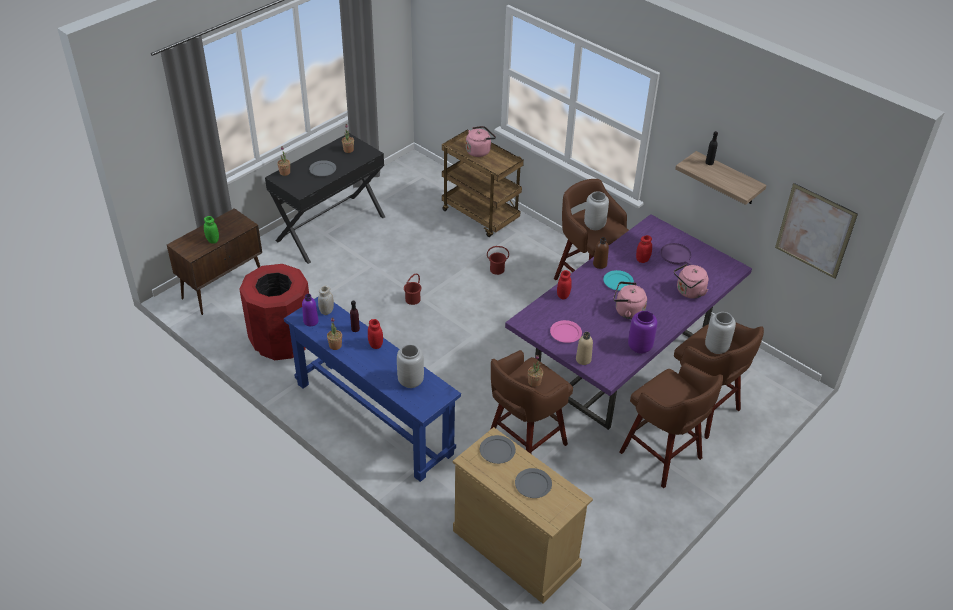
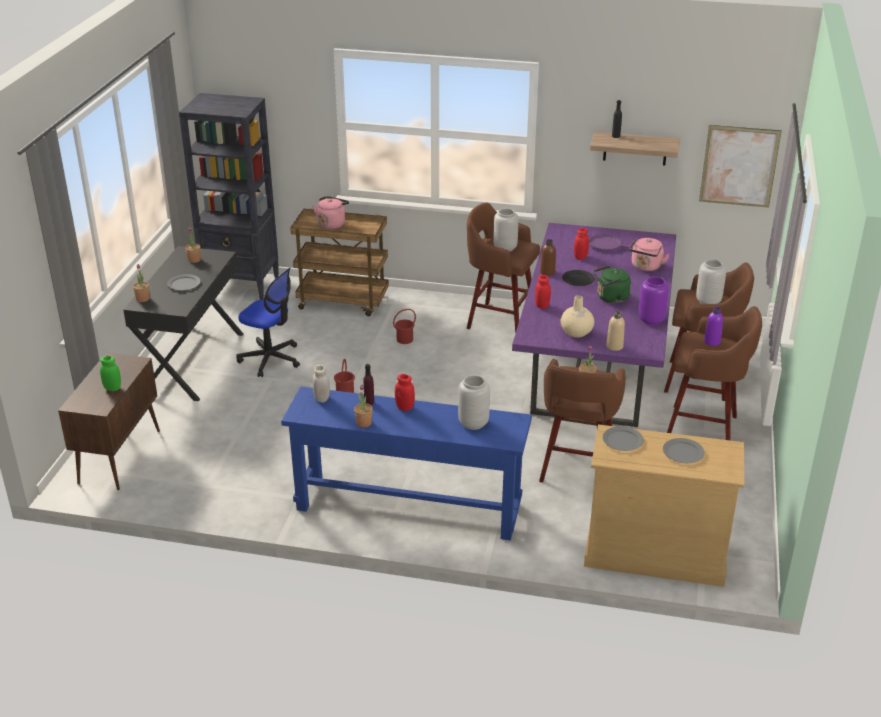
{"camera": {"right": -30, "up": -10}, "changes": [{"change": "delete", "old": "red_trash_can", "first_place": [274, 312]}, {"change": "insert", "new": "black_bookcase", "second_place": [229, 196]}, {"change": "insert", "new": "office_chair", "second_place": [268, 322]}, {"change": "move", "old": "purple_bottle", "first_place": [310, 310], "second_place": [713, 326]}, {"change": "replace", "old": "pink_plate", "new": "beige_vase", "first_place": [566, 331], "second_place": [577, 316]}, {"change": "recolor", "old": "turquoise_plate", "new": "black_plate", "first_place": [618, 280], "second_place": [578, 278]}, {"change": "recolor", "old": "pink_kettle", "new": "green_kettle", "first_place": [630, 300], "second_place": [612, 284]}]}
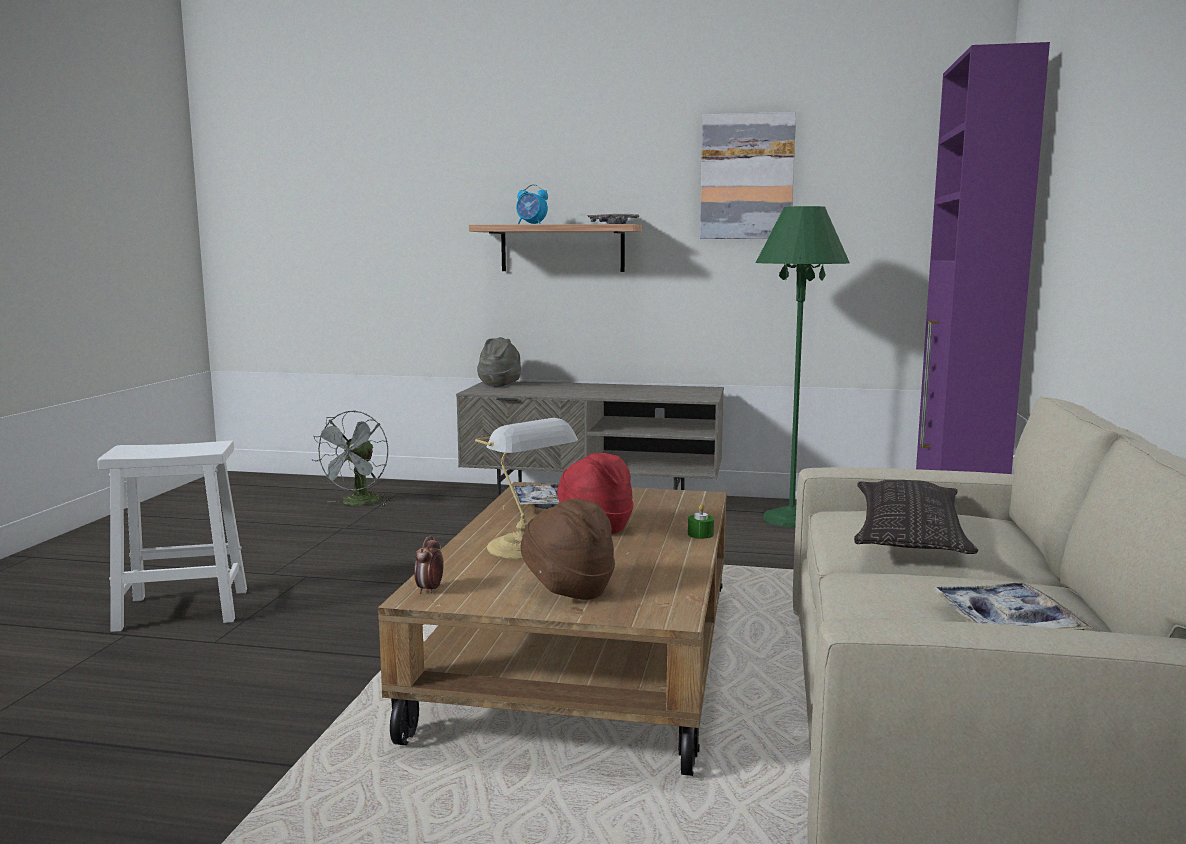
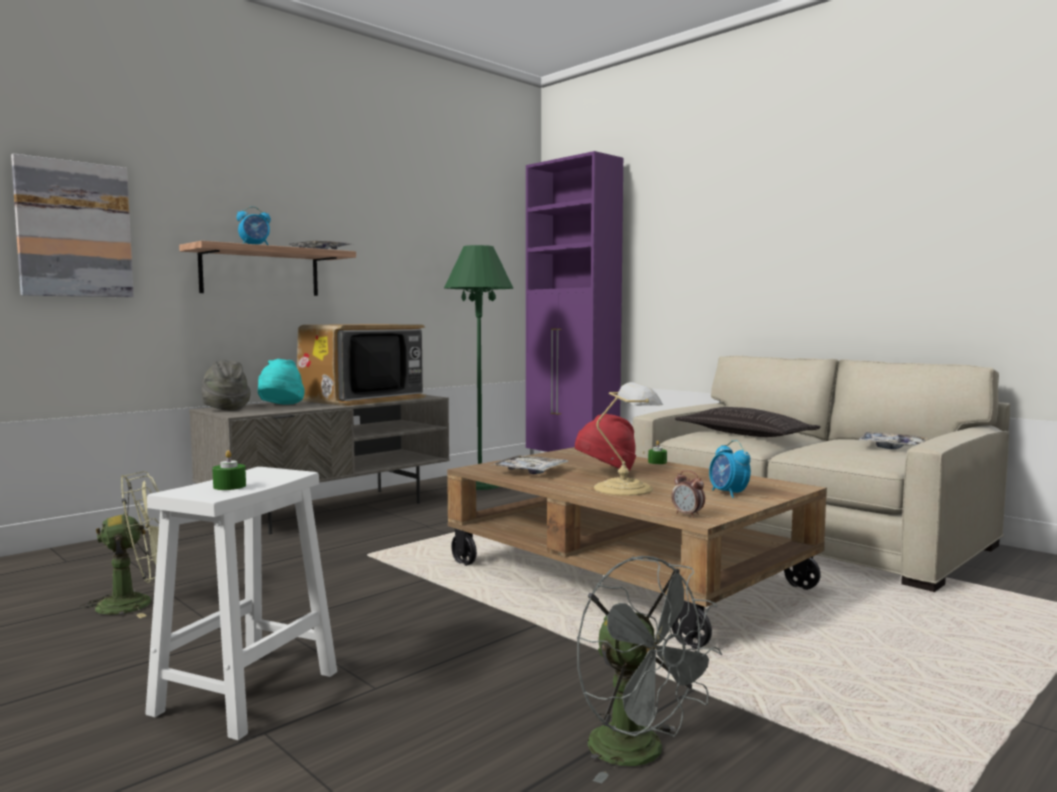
{"camera": {"right": -55, "up": -5}, "changes": [{"change": "insert", "new": "green_fan", "second_place": [119, 544]}, {"change": "insert", "new": "green_candle", "second_place": [229, 470]}, {"change": "insert", "new": "turquoise_hat", "second_place": [281, 381]}, {"change": "insert", "new": "television", "second_place": [361, 365]}, {"change": "move", "old": "grey_fan", "first_place": [351, 457], "second_place": [649, 669]}, {"change": "move", "old": "picture", "first_place": [748, 175], "second_place": [72, 225]}, {"change": "replace", "old": "brown_hat", "new": "alarm_clock", "first_place": [567, 549], "second_place": [730, 469]}]}
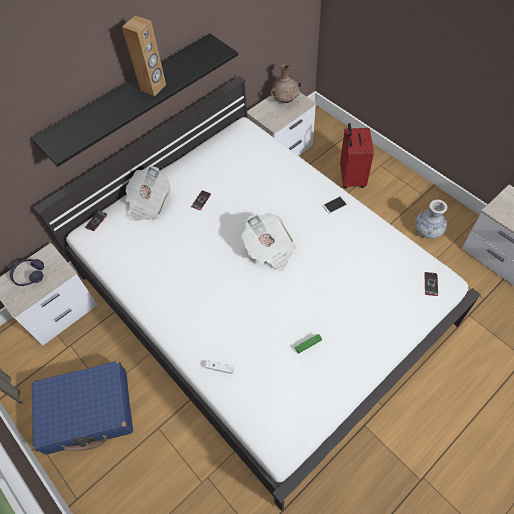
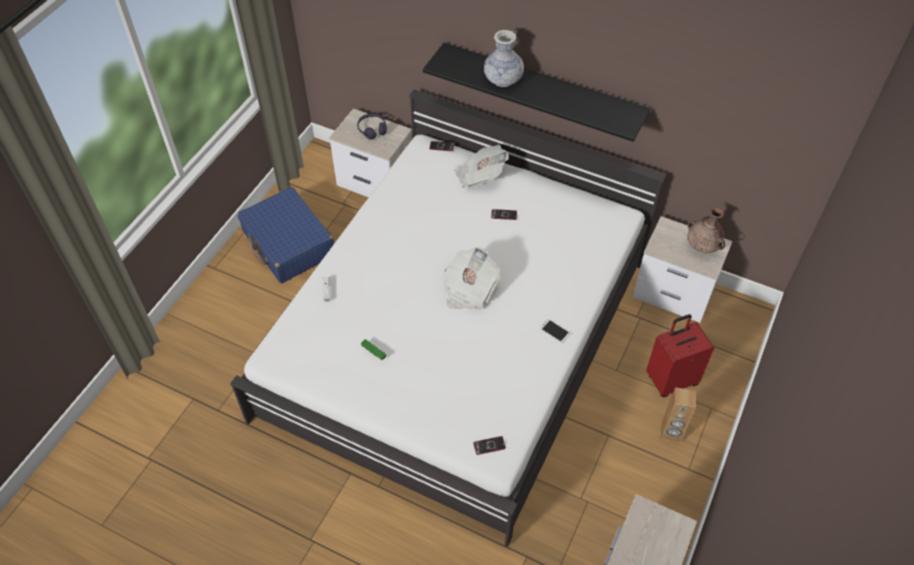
{"camera": {"right": 65, "up": -5}, "changes": [{"change": "move", "old": "brown_speaker", "first_place": [144, 56], "second_place": [678, 415]}, {"change": "move", "old": "vase", "first_place": [431, 219], "second_place": [504, 58]}]}
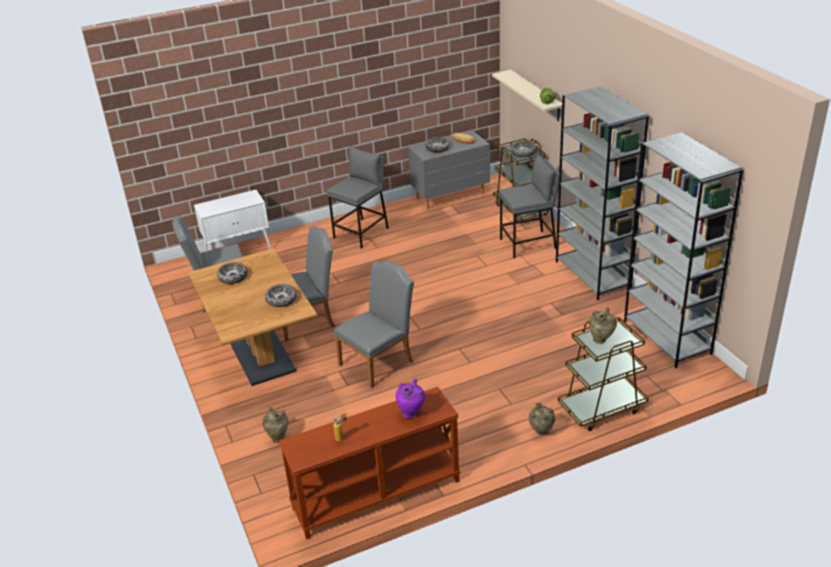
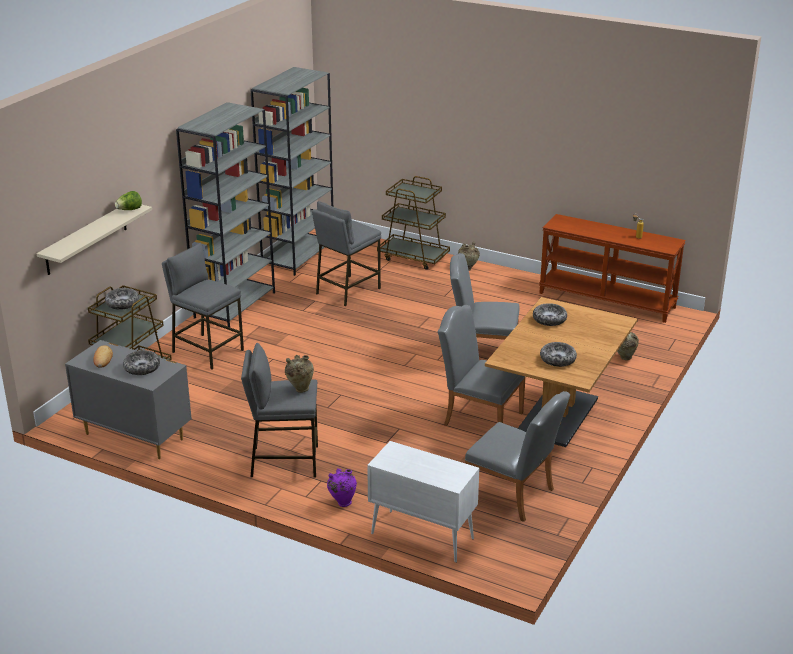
{"camera": {"right": -130, "up": -5}, "changes": [{"change": "insert", "new": "grey_stool", "second_place": [346, 253]}, {"change": "move", "old": "purple_vase", "first_place": [410, 398], "second_place": [342, 487]}, {"change": "move", "old": "beige_vase", "first_place": [603, 325], "second_place": [299, 374]}]}
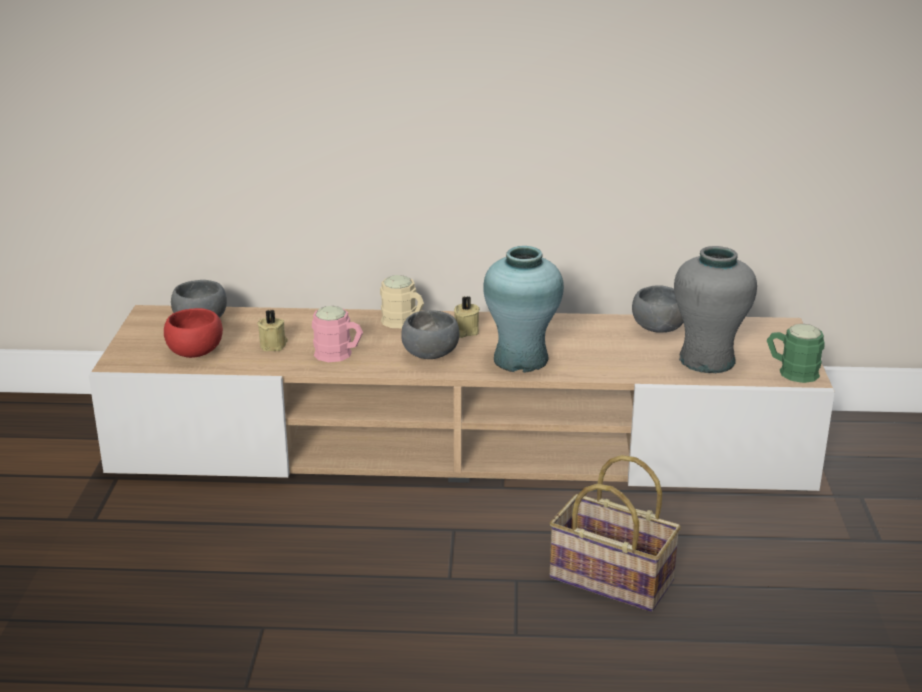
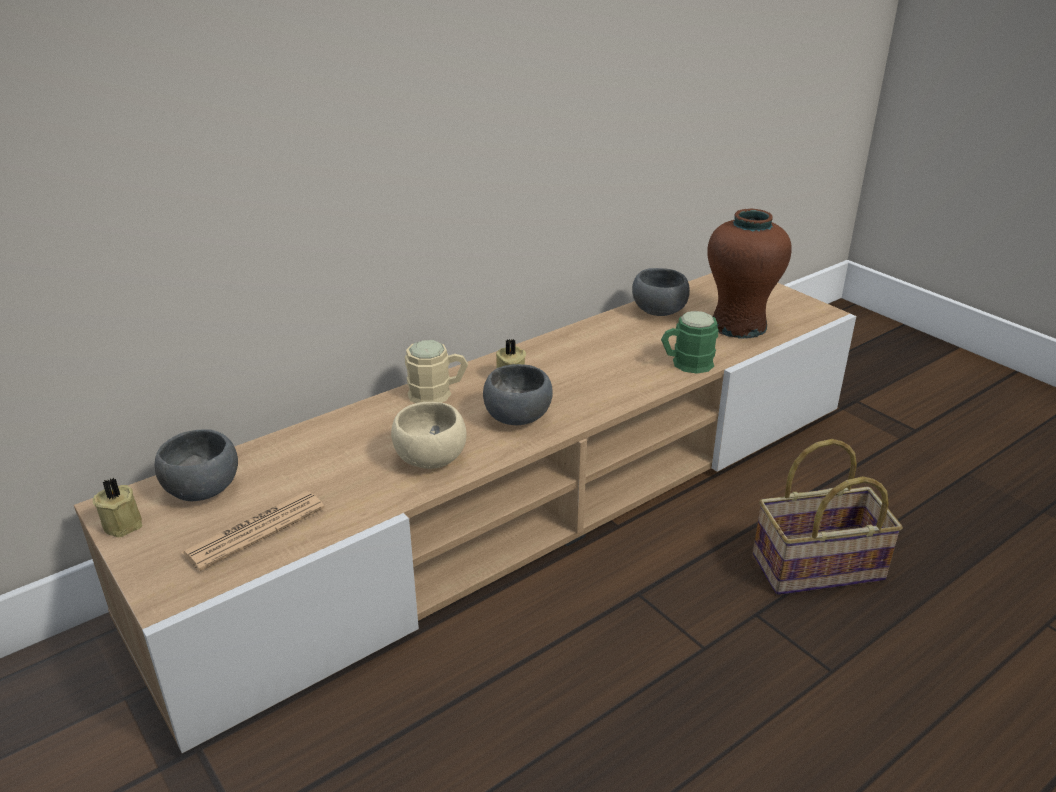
{"camera": {"right": -40, "up": 5}, "changes": [{"change": "delete", "old": "turquoise_vase", "first_place": [523, 309]}, {"change": "move", "old": "beige_candle", "first_place": [272, 330], "second_place": [118, 507]}, {"change": "move", "old": "green_mug", "first_place": [796, 353], "second_place": [689, 342]}, {"change": "replace", "old": "red_bowl", "new": "newspaper", "first_place": [193, 333], "second_place": [253, 531]}, {"change": "replace", "old": "pink_mug", "new": "beige_bowl", "first_place": [337, 334], "second_place": [429, 435]}, {"change": "recolor", "old": "grey_vase", "new": "brown_vase", "first_place": [715, 309], "second_place": [749, 274]}]}
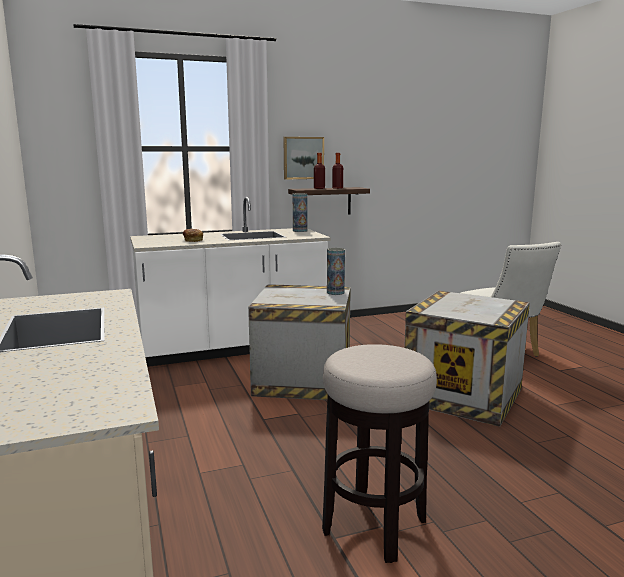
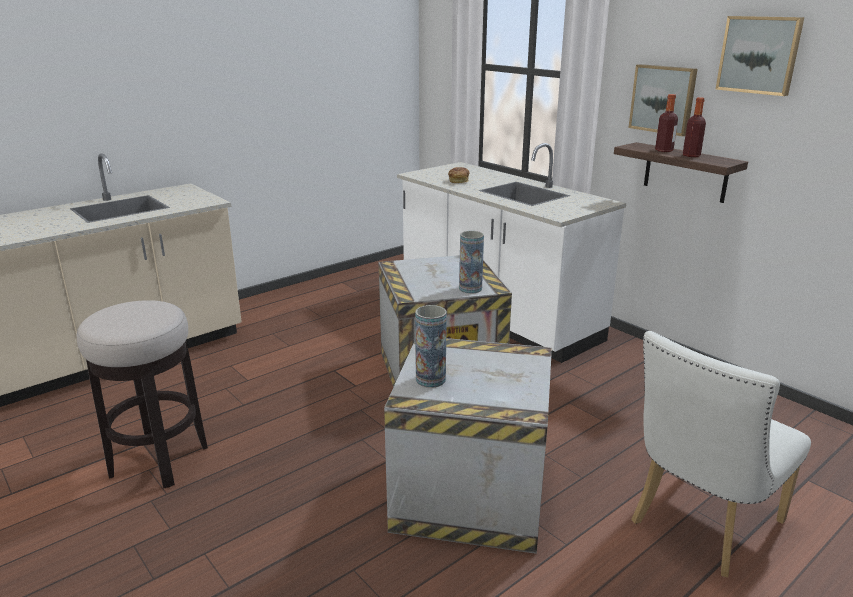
{"camera": {"right": 70, "up": 10}, "changes": [{"change": "insert", "new": "picture", "second_place": [759, 56]}, {"change": "move", "old": "vase", "first_place": [300, 212], "second_place": [431, 346]}]}
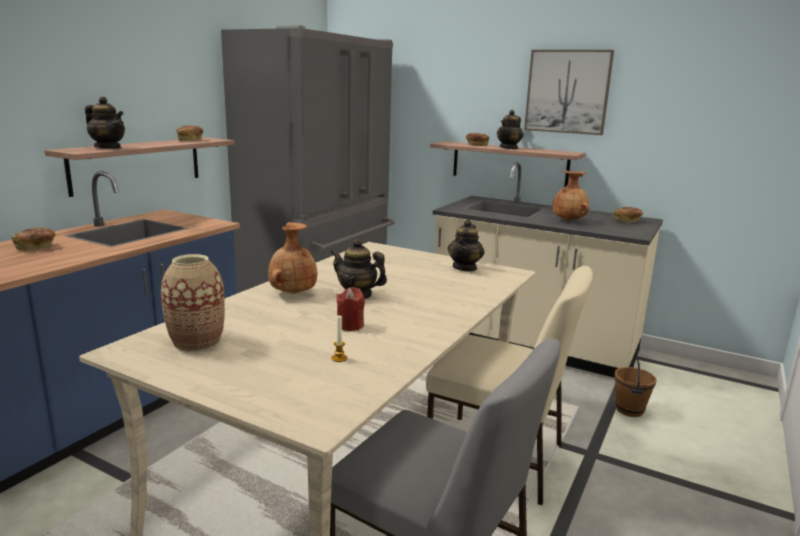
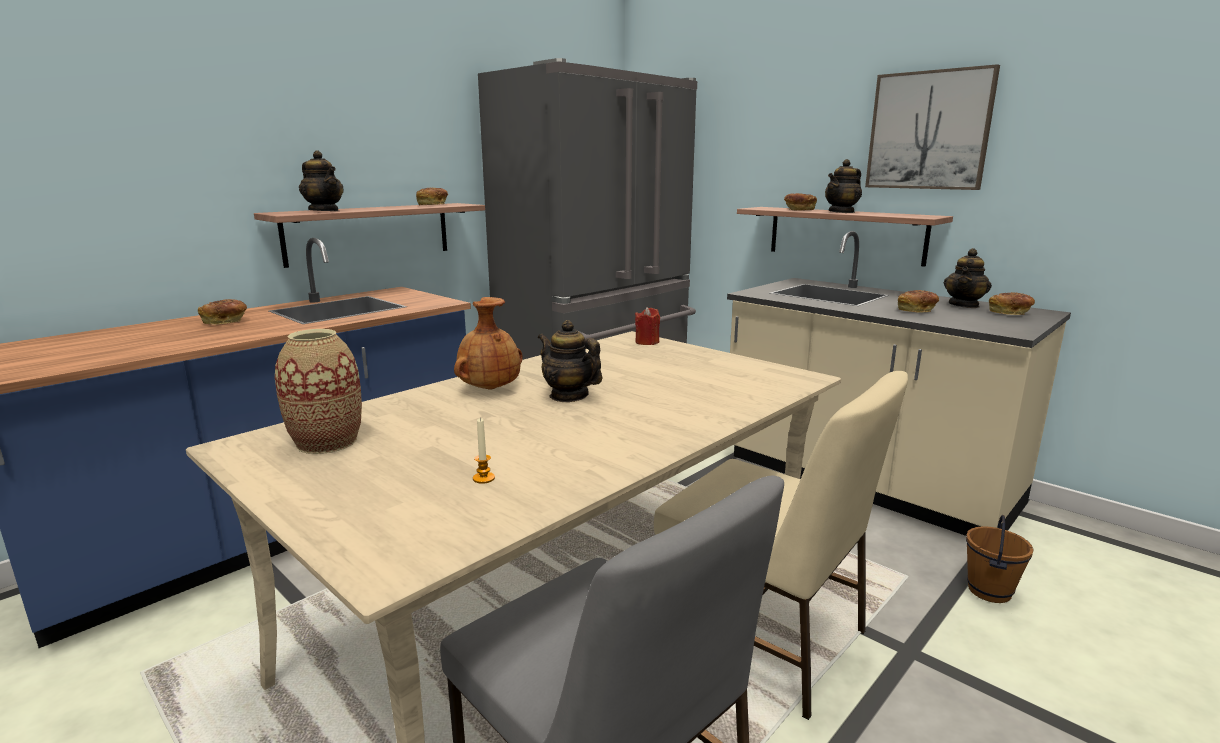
{"camera": {"right": 15, "up": 0}, "changes": [{"change": "move", "old": "red_candle", "first_place": [350, 309], "second_place": [647, 326]}, {"change": "move", "old": "teapot", "first_place": [466, 245], "second_place": [968, 278]}, {"change": "replace", "old": "brown_vase", "new": "bread", "first_place": [571, 196], "second_place": [918, 301]}]}
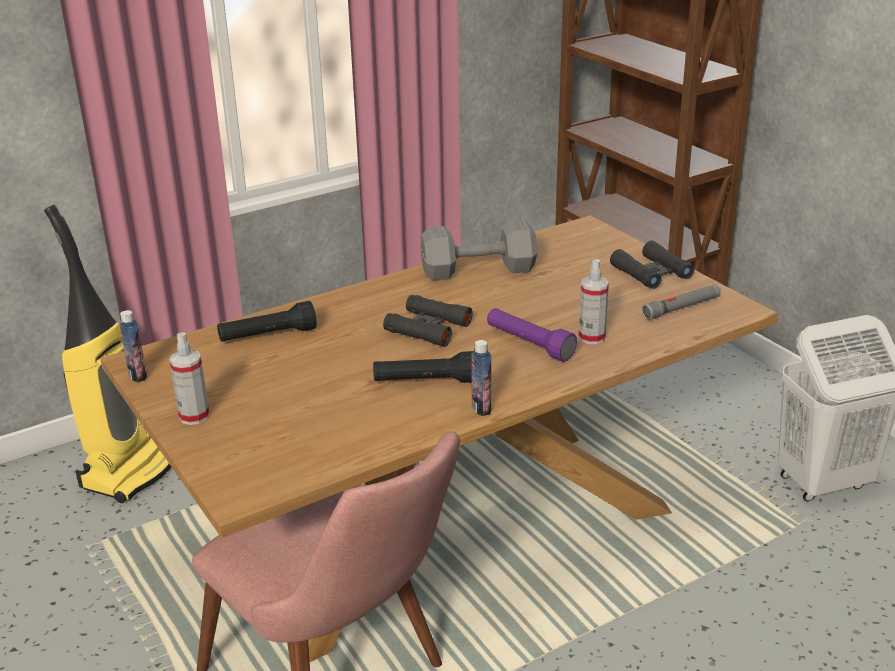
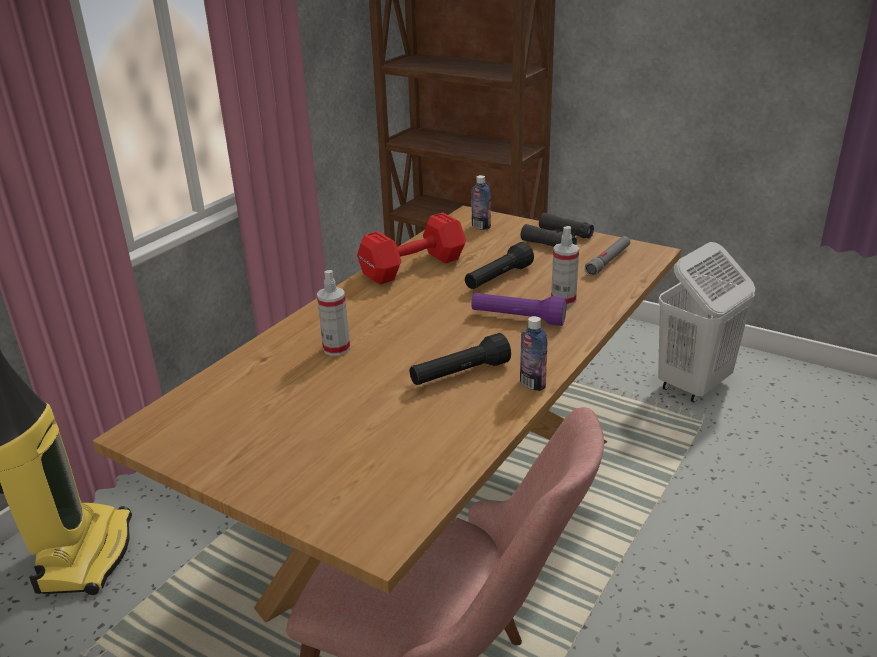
{"camera": {"right": -25, "up": 0}, "changes": [{"change": "delete", "old": "black_binoculars", "first_place": [428, 321]}, {"change": "move", "old": "bottle", "first_place": [133, 346], "second_place": [481, 202]}, {"change": "move", "old": "spray_bottle", "first_place": [189, 379], "second_place": [333, 313]}, {"change": "move", "old": "black_flashlight", "first_place": [267, 321], "second_place": [499, 265]}, {"change": "recolor", "old": "grey_dumbbell", "new": "red_dumbbell", "first_place": [479, 250], "second_place": [411, 248]}]}
